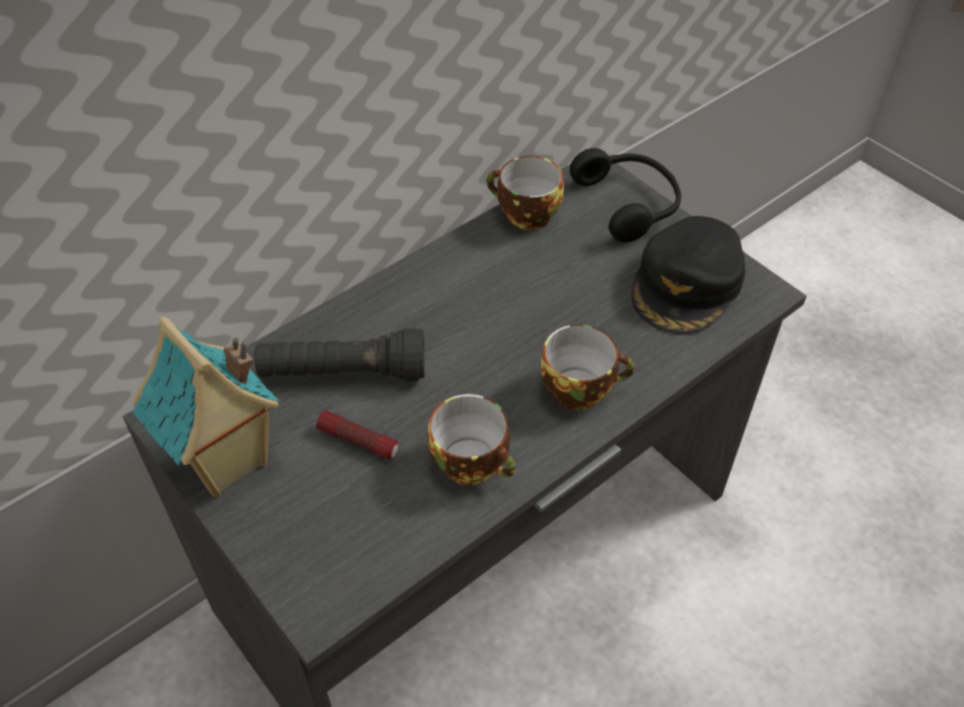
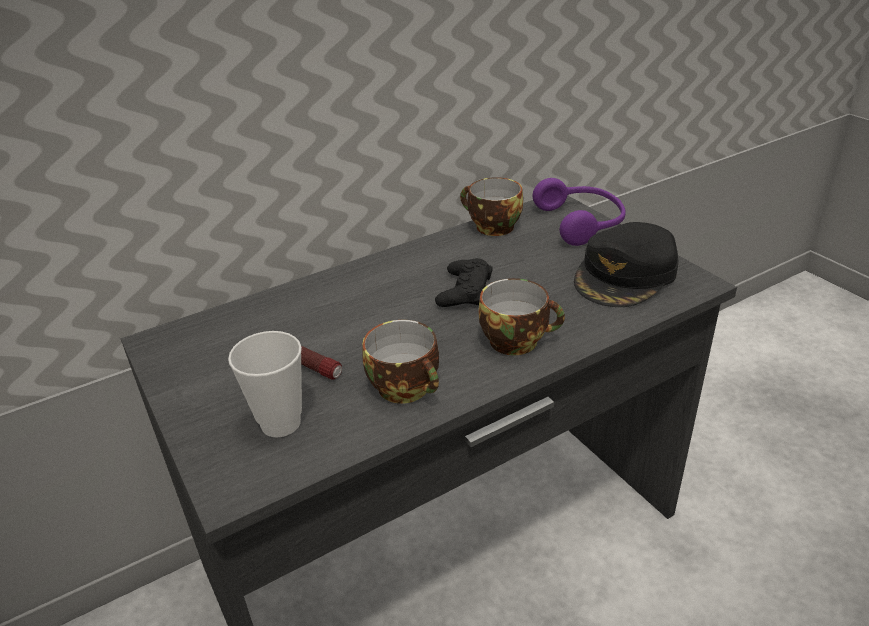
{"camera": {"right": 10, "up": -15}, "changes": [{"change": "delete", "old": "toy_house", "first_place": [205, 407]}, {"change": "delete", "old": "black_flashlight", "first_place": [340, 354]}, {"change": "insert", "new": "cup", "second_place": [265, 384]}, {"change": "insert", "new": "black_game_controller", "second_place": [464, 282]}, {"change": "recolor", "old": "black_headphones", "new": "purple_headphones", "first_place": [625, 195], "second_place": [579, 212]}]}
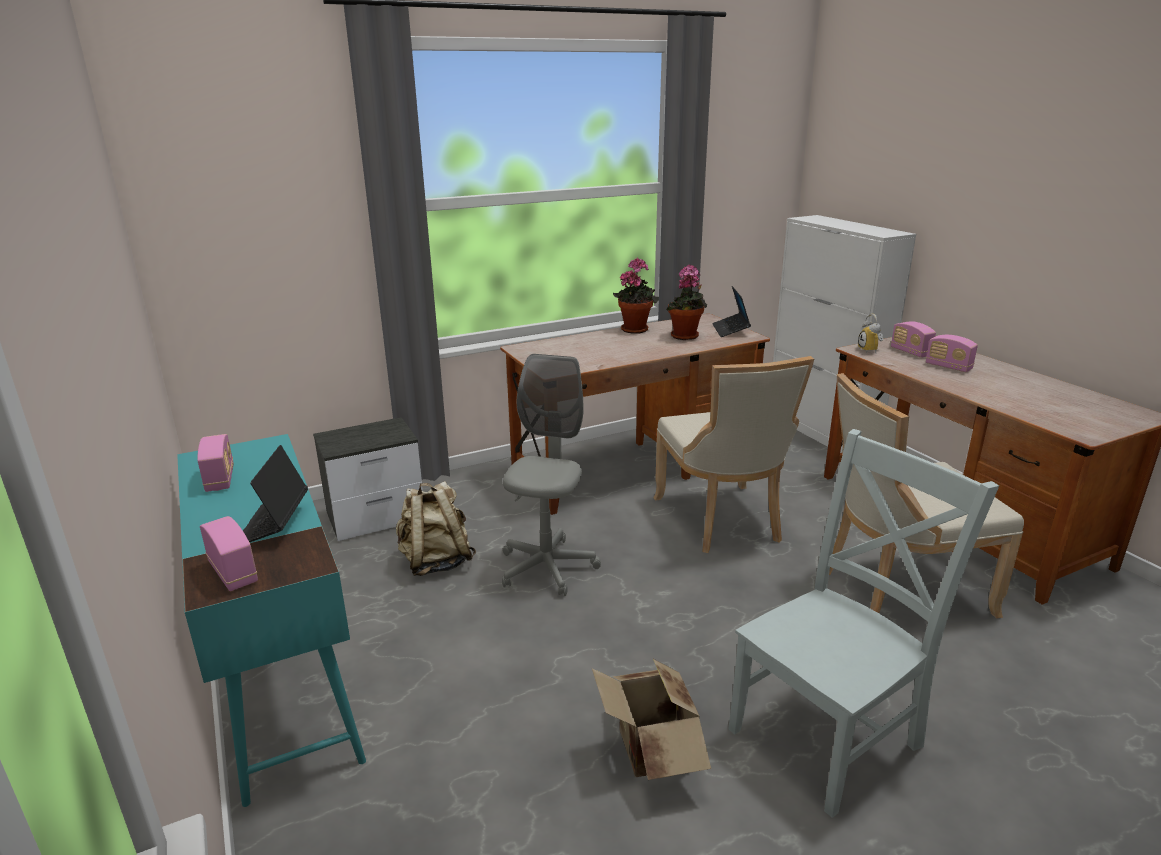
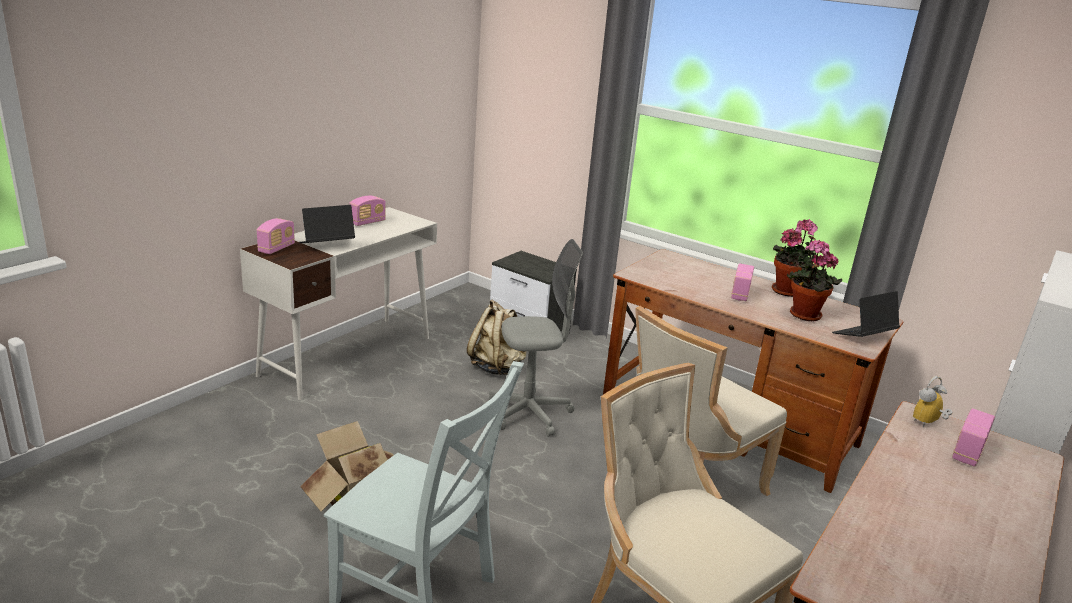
{"camera": {"right": 60, "up": 0}, "changes": [{"change": "move", "old": "radio", "first_place": [952, 353], "second_place": [742, 282]}, {"change": "recolor", "old": "turquoise_desk", "new": "white_desk", "first_place": [271, 620], "second_place": [338, 303]}]}
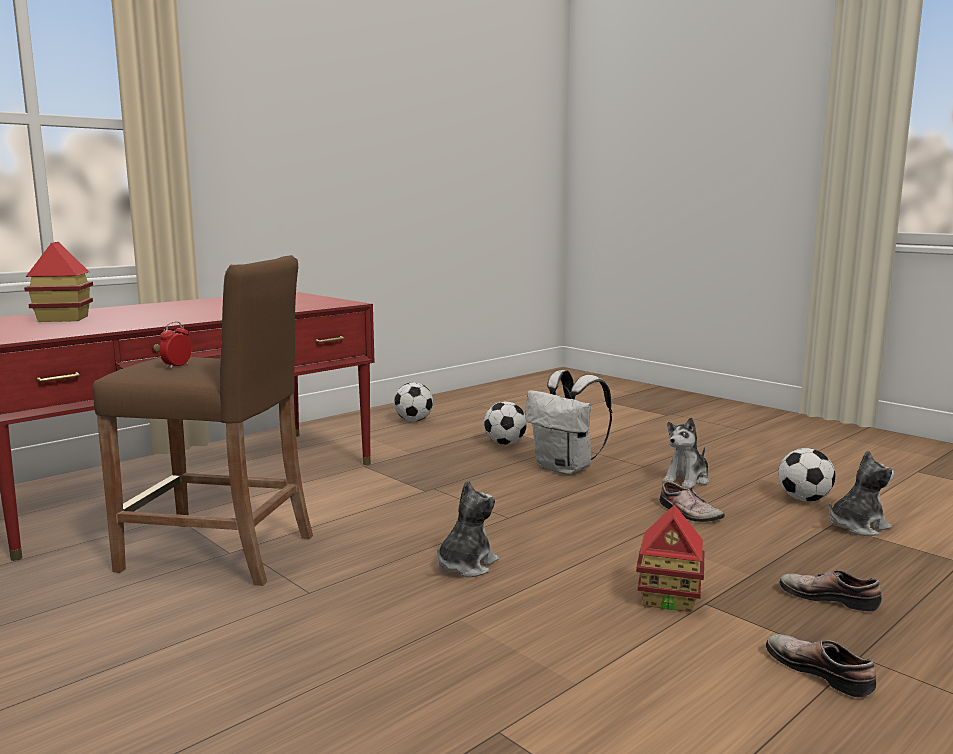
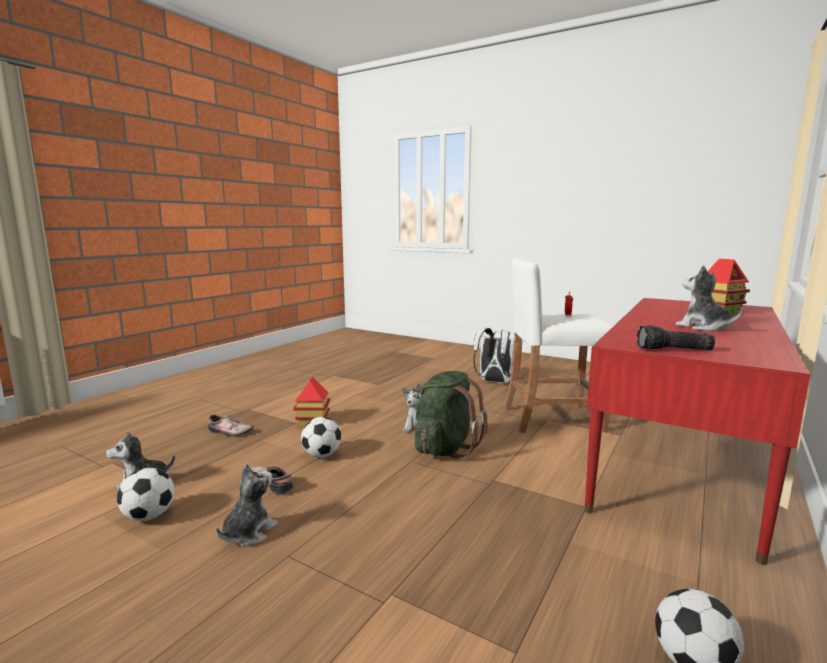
{"camera": {"right": 165, "up": 0}, "changes": [{"change": "delete", "old": "shoe", "first_place": [821, 666]}, {"change": "insert", "new": "green_backpack", "second_place": [451, 415]}, {"change": "insert", "new": "flashlight", "second_place": [676, 338]}, {"change": "insert", "new": "plush_toy", "second_place": [709, 298]}, {"change": "move", "old": "football", "first_place": [505, 423], "second_place": [321, 437]}, {"change": "move", "old": "white_backpack", "first_place": [568, 422], "second_place": [493, 355]}, {"change": "recolor", "old": "brown_stool", "new": "white_stool", "first_place": [203, 420], "second_place": [558, 345]}]}
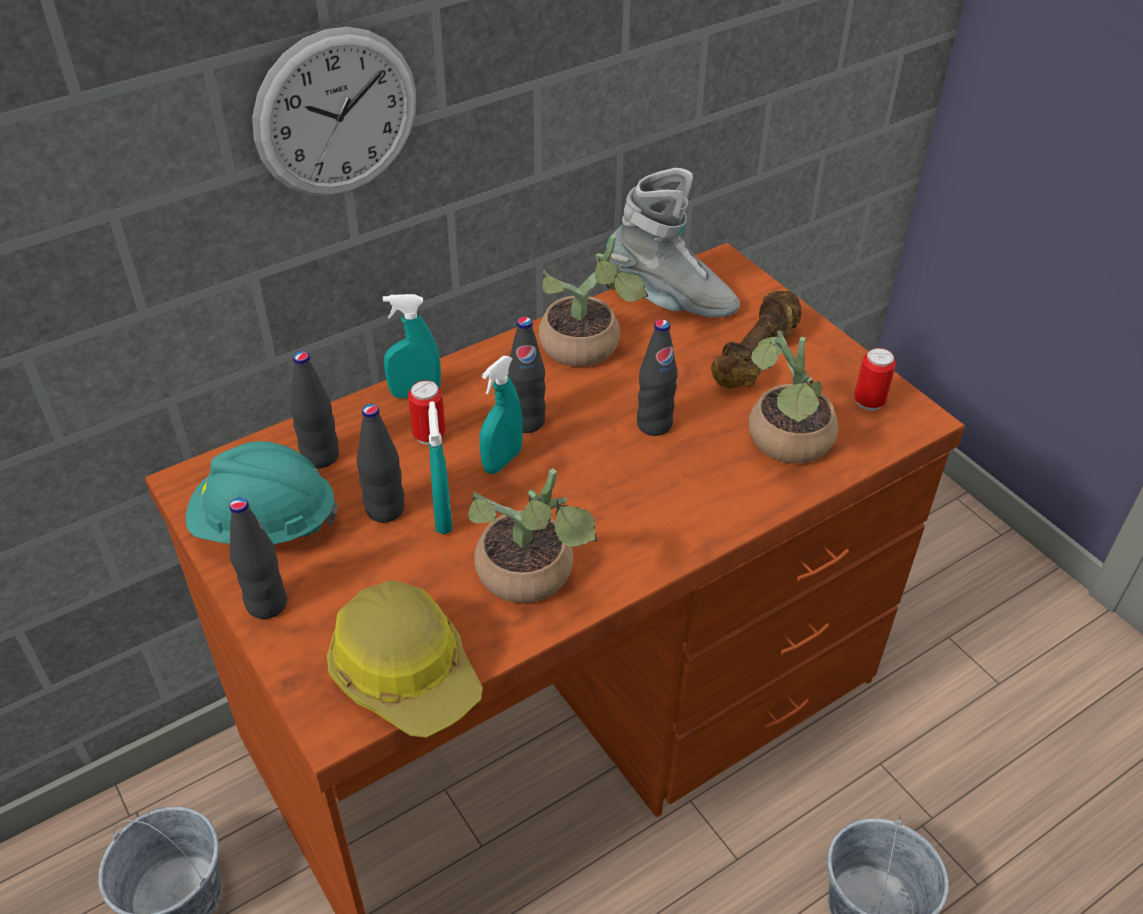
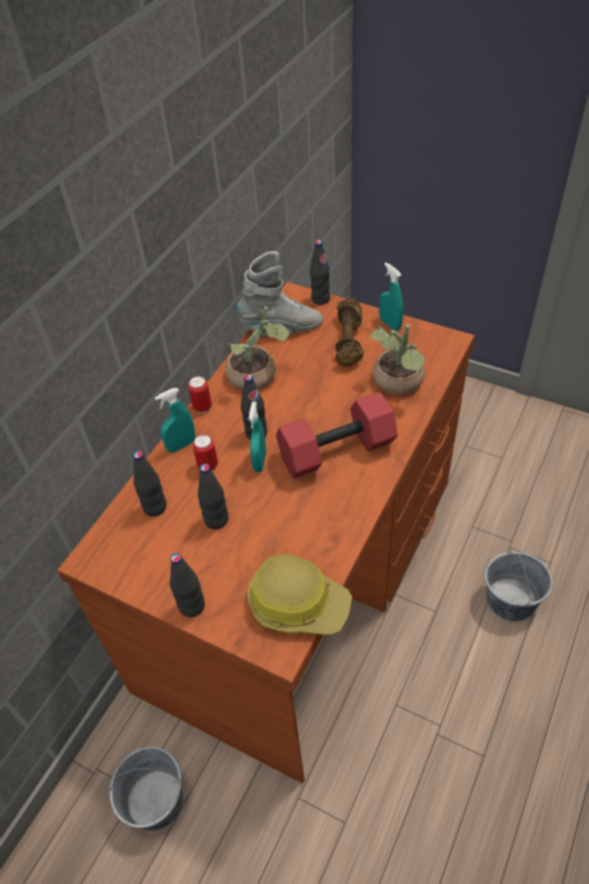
{"camera": {"right": -25, "up": 5}, "changes": [{"change": "delete", "old": "turquoise_hard_hat", "first_place": [262, 492]}, {"change": "delete", "old": "wall_clock", "first_place": [334, 111]}, {"change": "delete", "old": "potted_plant", "first_place": [532, 535]}, {"change": "insert", "new": "red_dumbbell", "second_place": [337, 435]}, {"change": "move", "old": "turquoise_spray_bottle", "first_place": [440, 467], "second_place": [391, 297]}, {"change": "move", "old": "black_bottle", "first_place": [657, 377], "second_place": [320, 272]}, {"change": "move", "old": "can", "first_place": [875, 379], "second_place": [200, 394]}]}
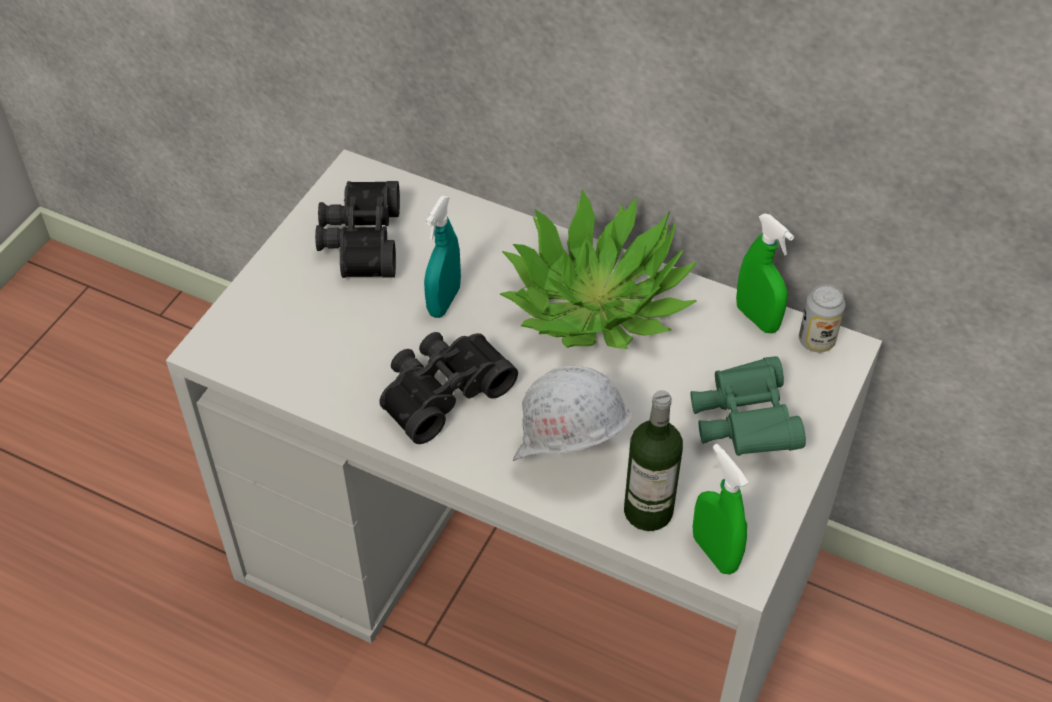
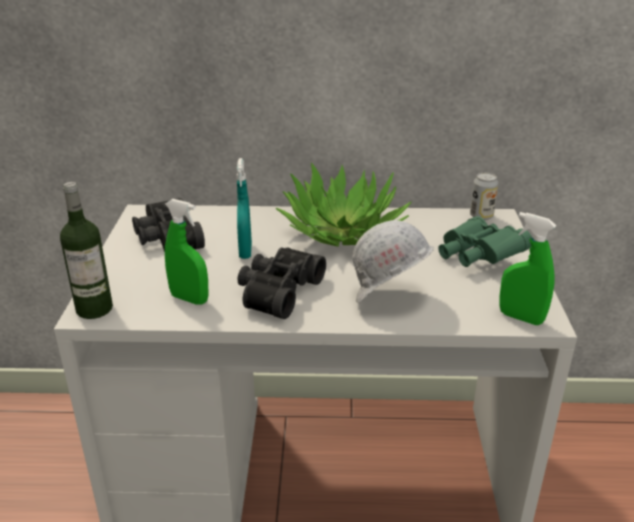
{"camera": {"right": -25, "up": -20}, "changes": [{"change": "move", "old": "bottle", "first_place": [653, 460], "second_place": [86, 250]}, {"change": "move", "old": "green_spray_bottle", "first_place": [765, 273], "second_place": [186, 251]}]}
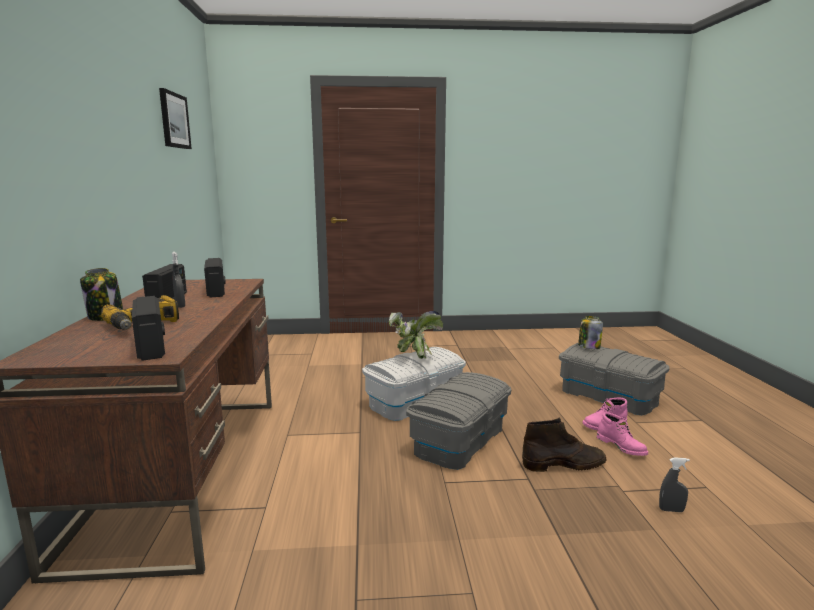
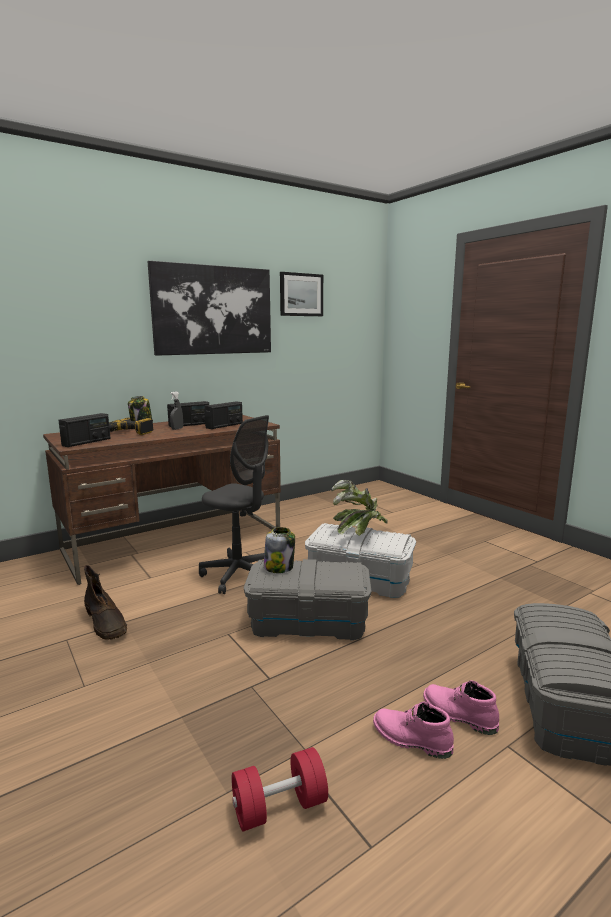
{"camera": {"right": 60, "up": 0}, "changes": [{"change": "insert", "new": "picture", "second_place": [209, 308]}, {"change": "insert", "new": "grey_office_chair", "second_place": [234, 504]}, {"change": "move", "old": "brown_boot", "first_place": [564, 445], "second_place": [105, 602]}, {"change": "move", "old": "jar", "first_place": [590, 332], "second_place": [279, 550]}, {"change": "replace", "old": "grey_spray_bottle", "new": "red_dumbbell", "first_place": [674, 484], "second_place": [279, 789]}, {"change": "rotate", "old": "pink_boot", "first_place": [622, 434], "second_place": [413, 730], "degrees": 90}]}
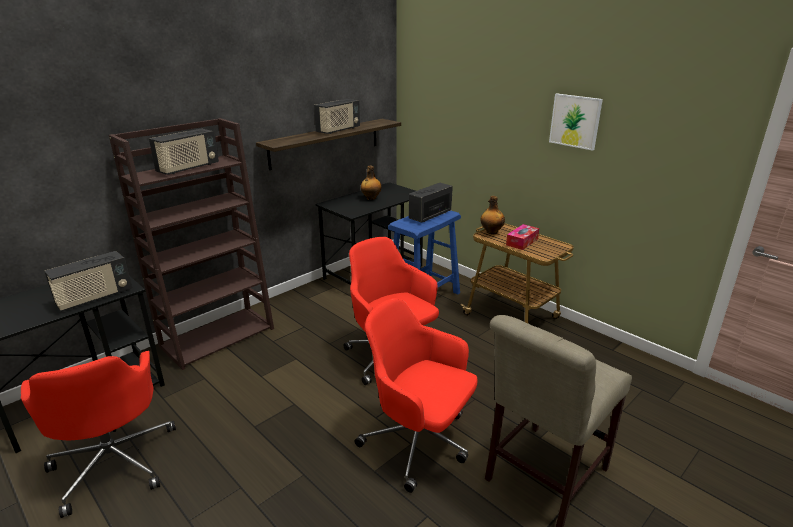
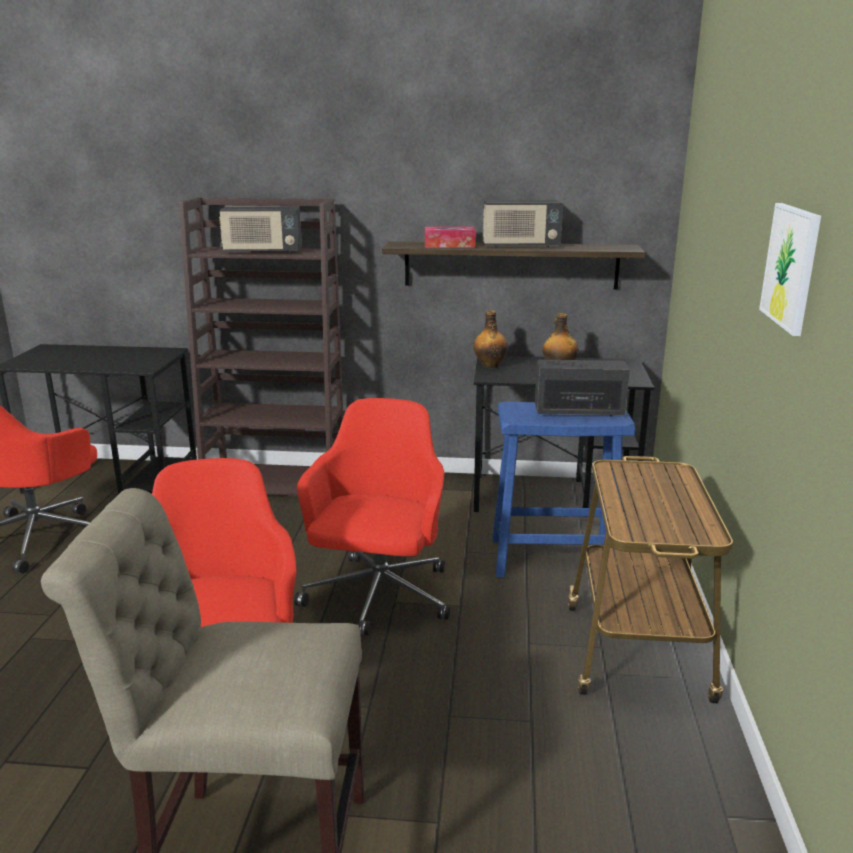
{"camera": {"right": 50, "up": -5}, "changes": [{"change": "delete", "old": "radio", "first_place": [88, 281]}, {"change": "move", "old": "bottle", "first_place": [492, 215], "second_place": [490, 339]}, {"change": "move", "old": "tissue_box", "first_place": [522, 237], "second_place": [450, 237]}]}
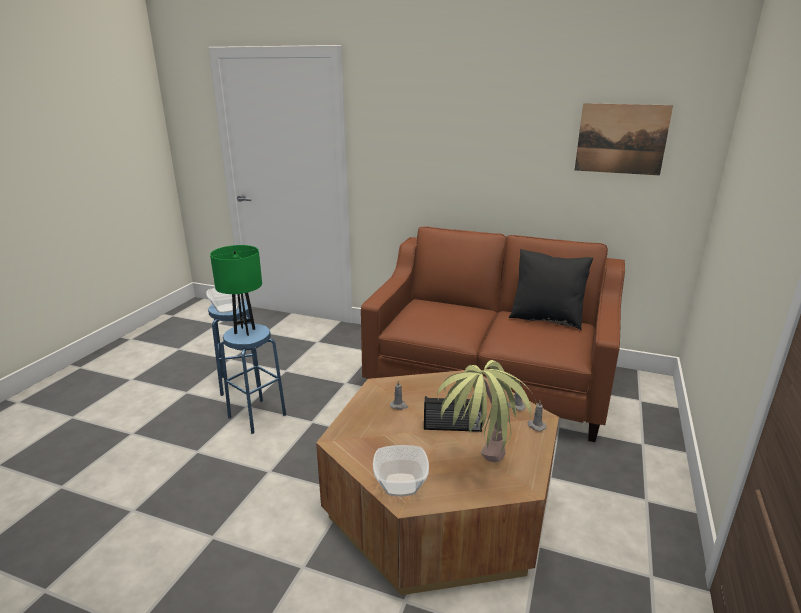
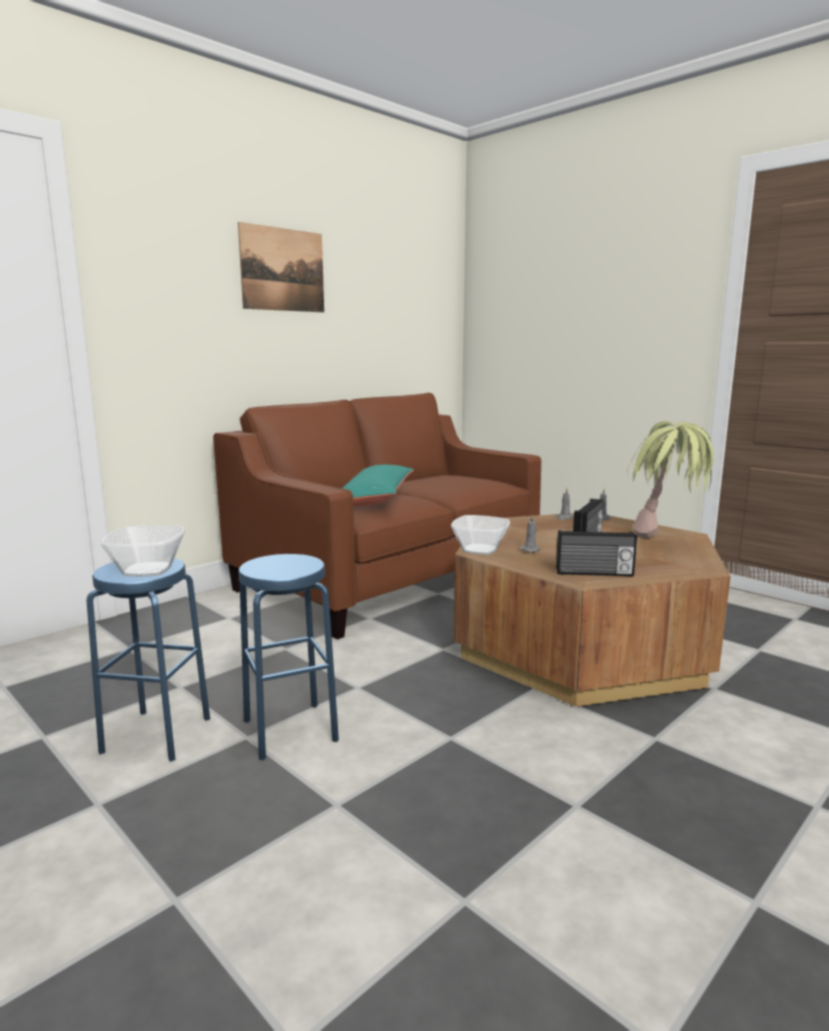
{"camera": {"right": -65, "up": -10}, "changes": [{"change": "delete", "old": "green_table_lamp", "first_place": [236, 290]}, {"change": "delete", "old": "black_pillow", "first_place": [551, 289]}, {"change": "insert", "new": "turquoise_pillow", "second_place": [378, 485]}, {"change": "insert", "new": "radio", "second_place": [596, 553]}, {"change": "move", "old": "bowl", "first_place": [401, 471], "second_place": [480, 535]}, {"change": "move", "old": "picture", "first_place": [624, 139], "second_place": [281, 267]}]}
